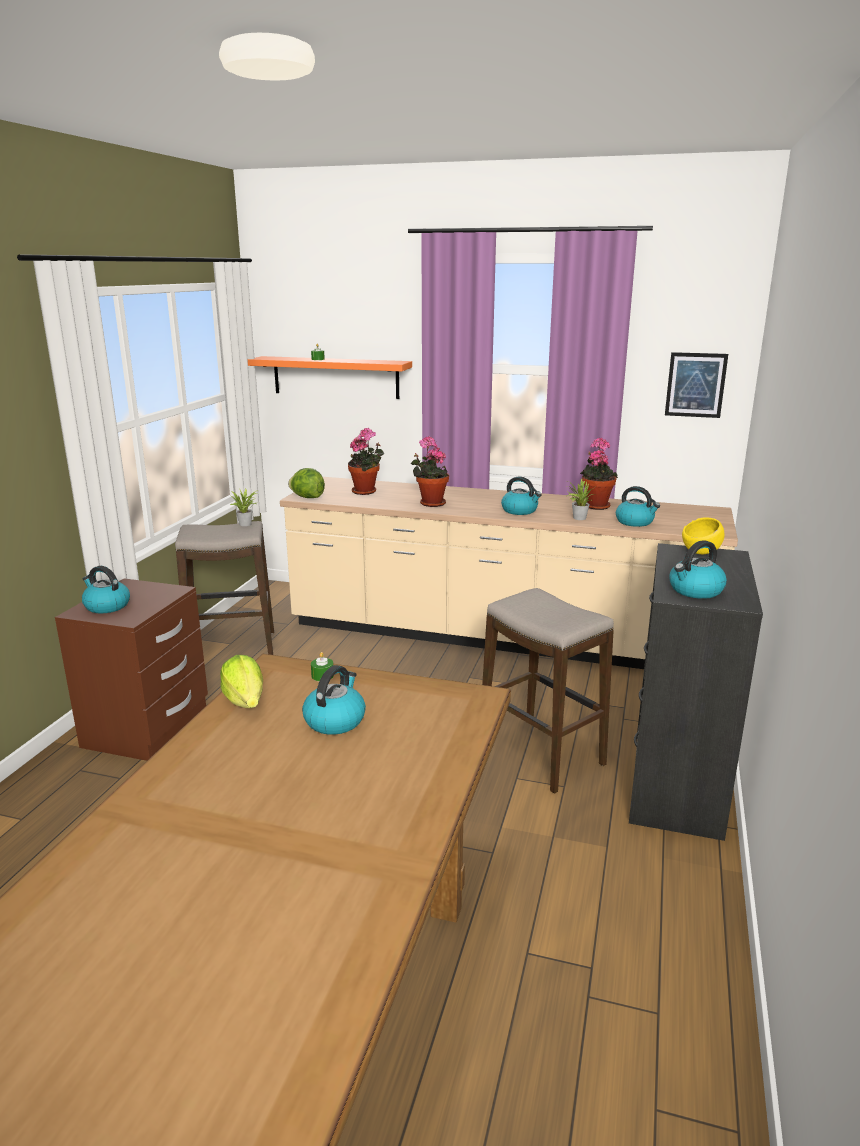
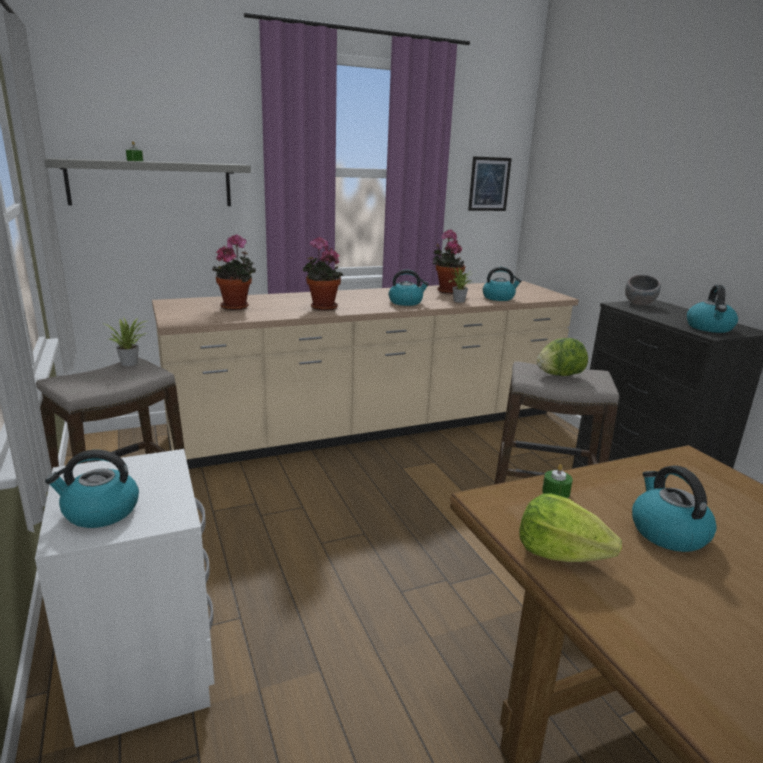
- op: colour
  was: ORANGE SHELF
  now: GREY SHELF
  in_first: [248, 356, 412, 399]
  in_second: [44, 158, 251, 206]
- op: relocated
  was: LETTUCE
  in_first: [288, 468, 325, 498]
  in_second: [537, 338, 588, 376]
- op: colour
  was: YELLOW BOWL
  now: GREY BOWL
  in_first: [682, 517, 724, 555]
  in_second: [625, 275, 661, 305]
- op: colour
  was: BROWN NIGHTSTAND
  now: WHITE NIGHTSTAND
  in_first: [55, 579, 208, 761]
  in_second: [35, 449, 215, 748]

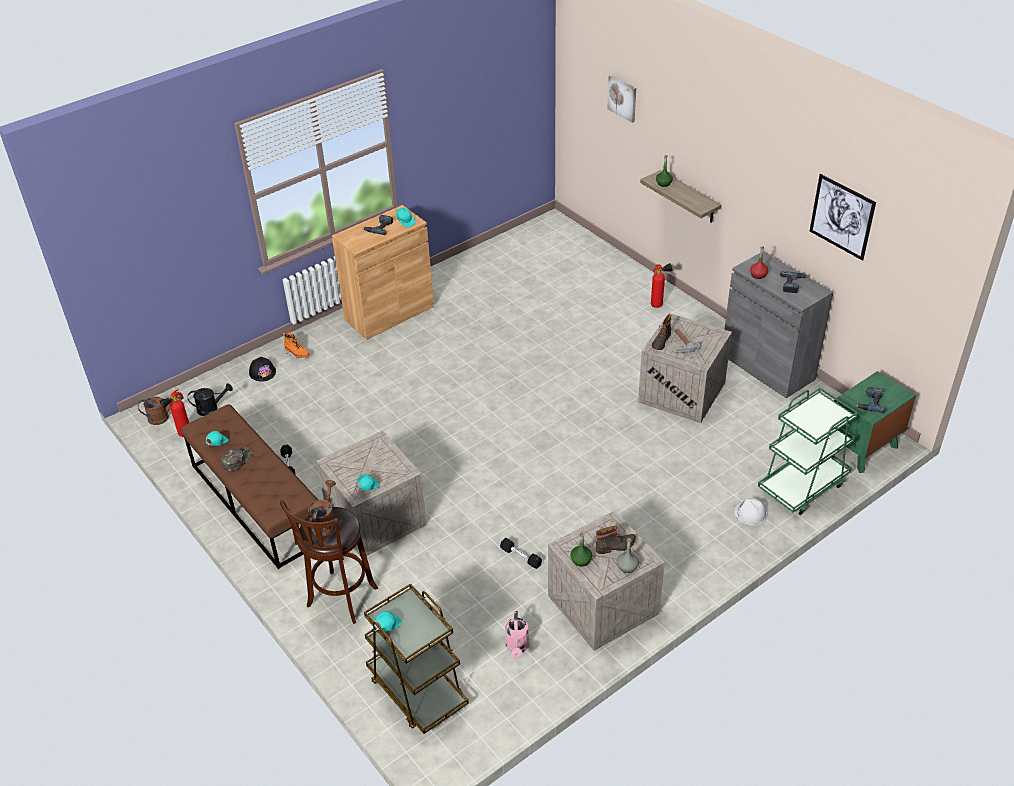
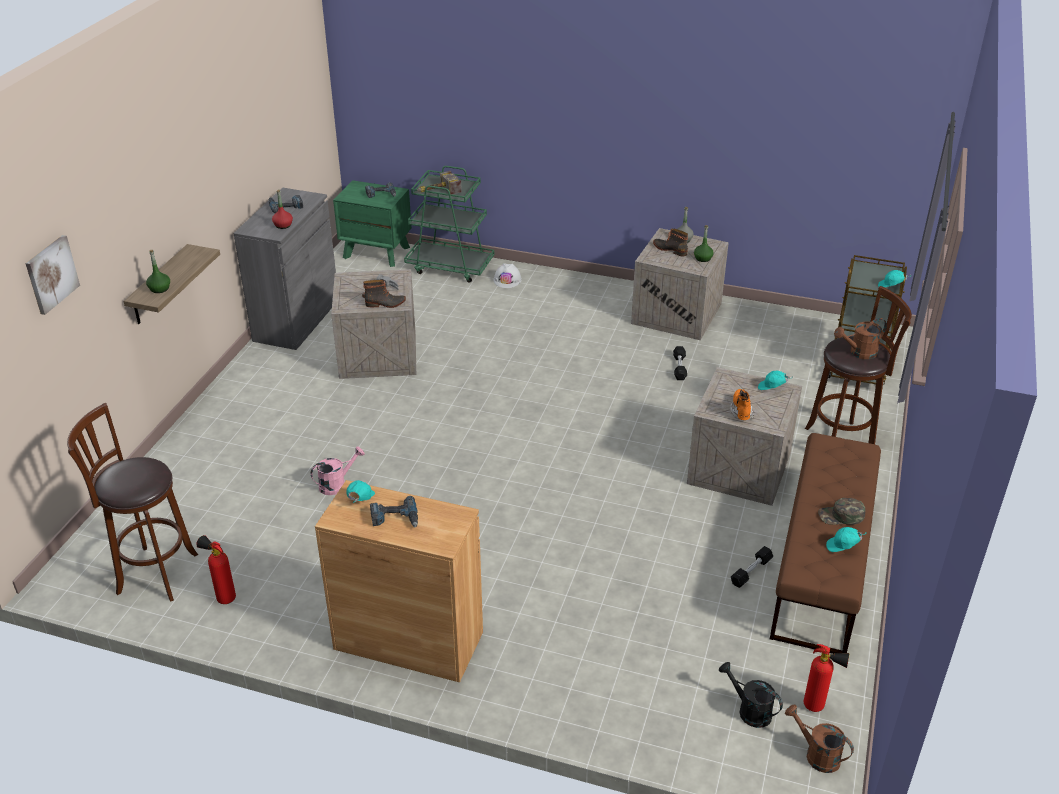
- op: missing
  was: PICTURE
  in_first: [810, 174, 876, 261]
- op: relocated
  was: FIRE EXTINGUISHER
  in_first: [651, 263, 673, 308]
  in_second: [196, 535, 236, 604]
- op: relocated
  was: ORANGE BOOT
  in_first: [283, 332, 310, 358]
  in_second: [730, 389, 754, 420]
- op: missing
  was: BLACK HARD HAT
  in_first: [249, 357, 276, 382]
- op: relocated
  was: PINK WATERING CAN
  in_first: [505, 611, 529, 658]
  in_second: [311, 446, 365, 495]
- op: appeared
  now: HAMMER
  in_second: [417, 171, 462, 194]
- op: appeared
  now: BROWN STOOL
  in_second: [67, 403, 198, 602]

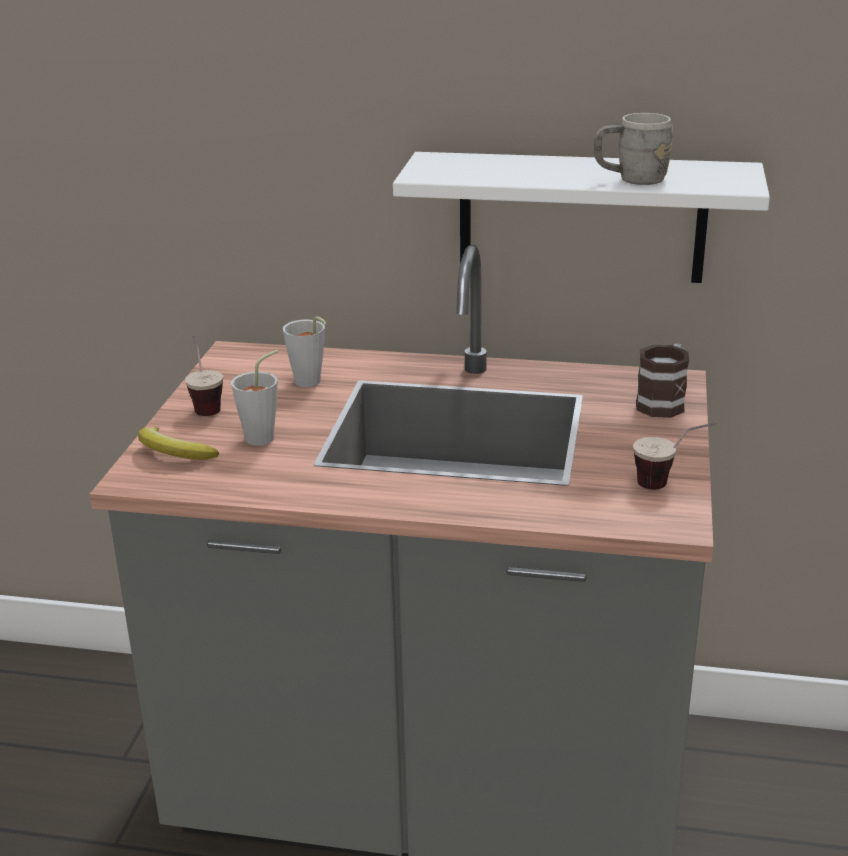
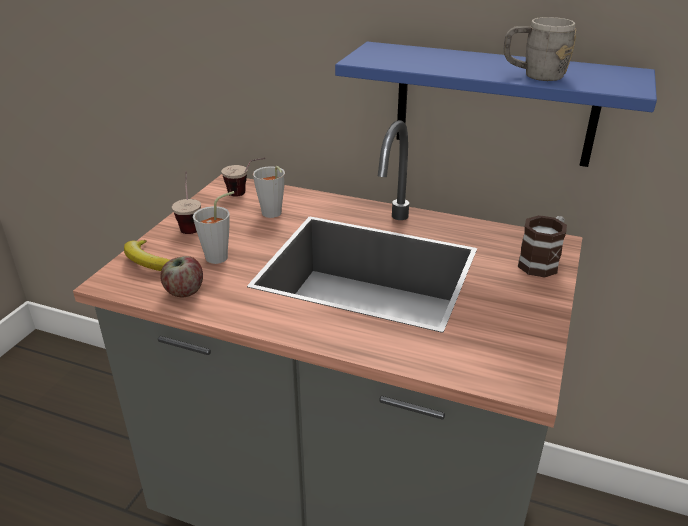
- op: colour
  was: WHITE SHELF
  now: BLUE SHELF
  in_first: [393, 152, 770, 283]
  in_second: [335, 42, 657, 167]
- op: relocated
  was: CUP
  in_first: [633, 422, 716, 490]
  in_second: [221, 158, 265, 197]
- op: appeared
  now: APPLE
  in_second: [160, 256, 203, 298]

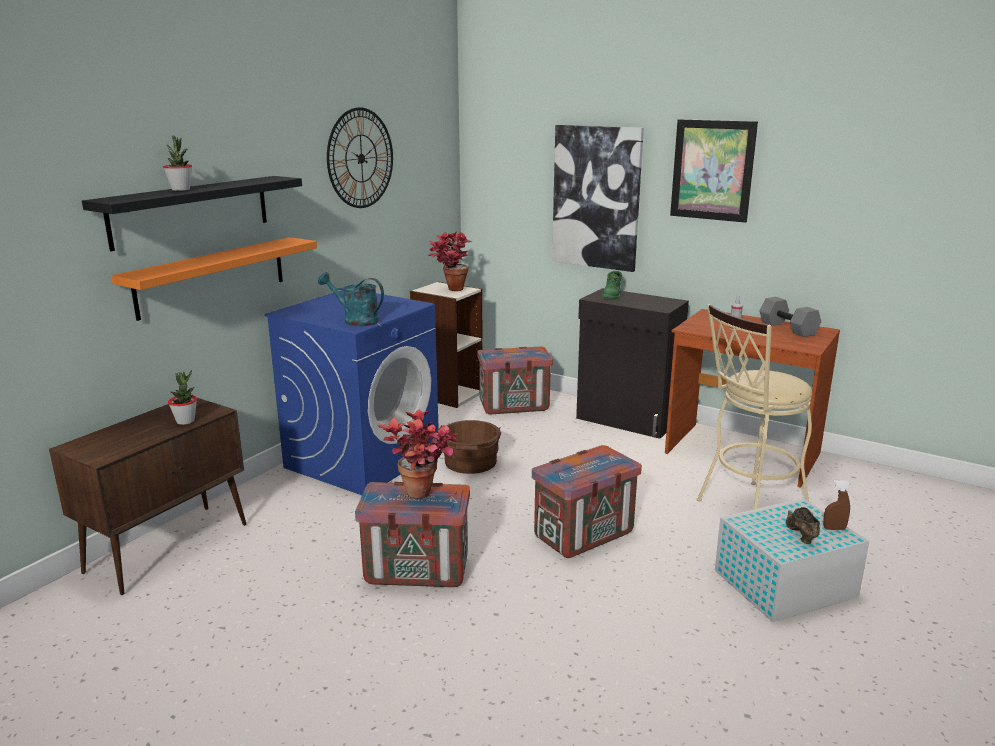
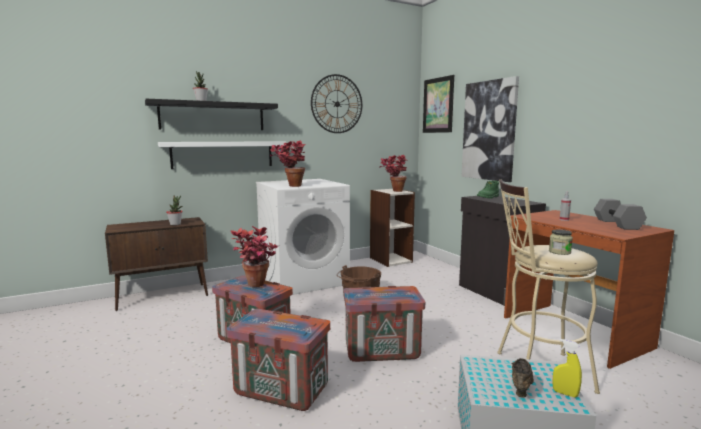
- op: relocated
  was: PICTURE
  in_first: [670, 119, 758, 223]
  in_second: [423, 75, 454, 133]
- op: colour
  was: ORANGE SHELF
  now: WHITE SHELF
  in_first: [111, 237, 317, 321]
  in_second: [158, 141, 286, 169]
- op: exchanged
  was: TURQUOISE WATERING CAN
  now: POTTED PLANT
  in_first: [318, 272, 384, 326]
  in_second: [270, 141, 305, 187]
- op: colour
  was: BLUE WASHING MACHINE
  now: WHITE WASHING MACHINE
  in_first: [264, 290, 439, 495]
  in_second: [256, 179, 350, 295]
- op: relocated
  was: CRATE
  in_first: [477, 347, 553, 414]
  in_second: [226, 309, 330, 411]
- op: colour
  was: BROWN SPRAY BOTTLE
  now: YELLOW SPRAY BOTTLE
  in_first: [823, 480, 850, 530]
  in_second: [553, 339, 582, 398]
- op: appeared
  now: JAR
  in_second: [549, 230, 573, 255]

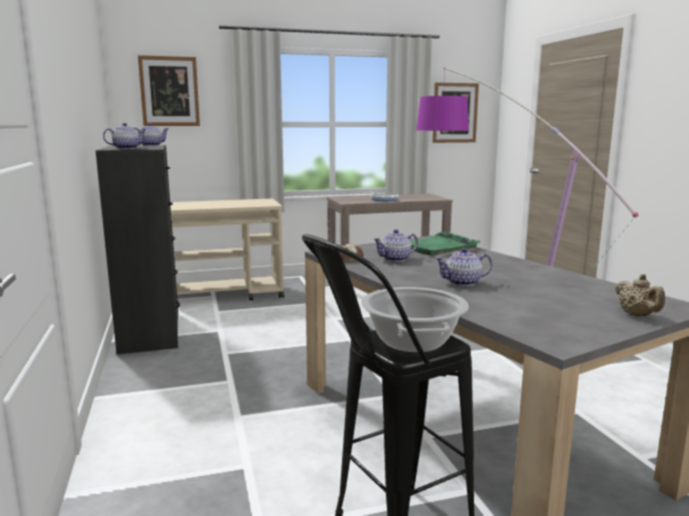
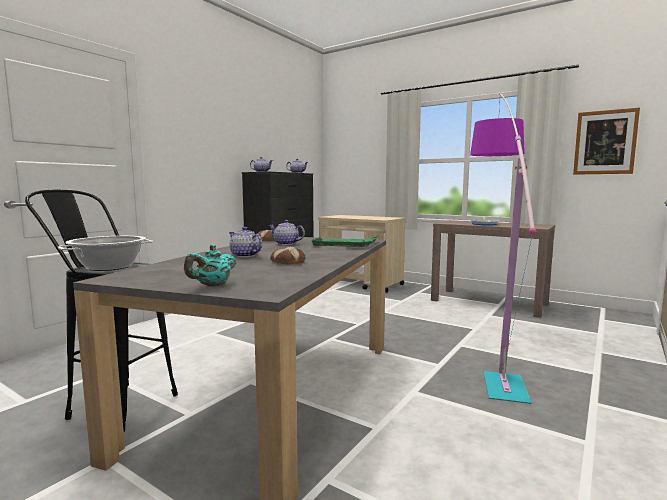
- op: missing
  was: PICTURE
  in_first: [138, 55, 200, 126]
- op: colour
  was: BEIGE TEAPOT
  now: TURQUOISE TEAPOT
  in_first: [615, 274, 665, 316]
  in_second: [184, 245, 236, 287]
- op: appeared
  now: BREAD
  in_second: [270, 246, 305, 264]

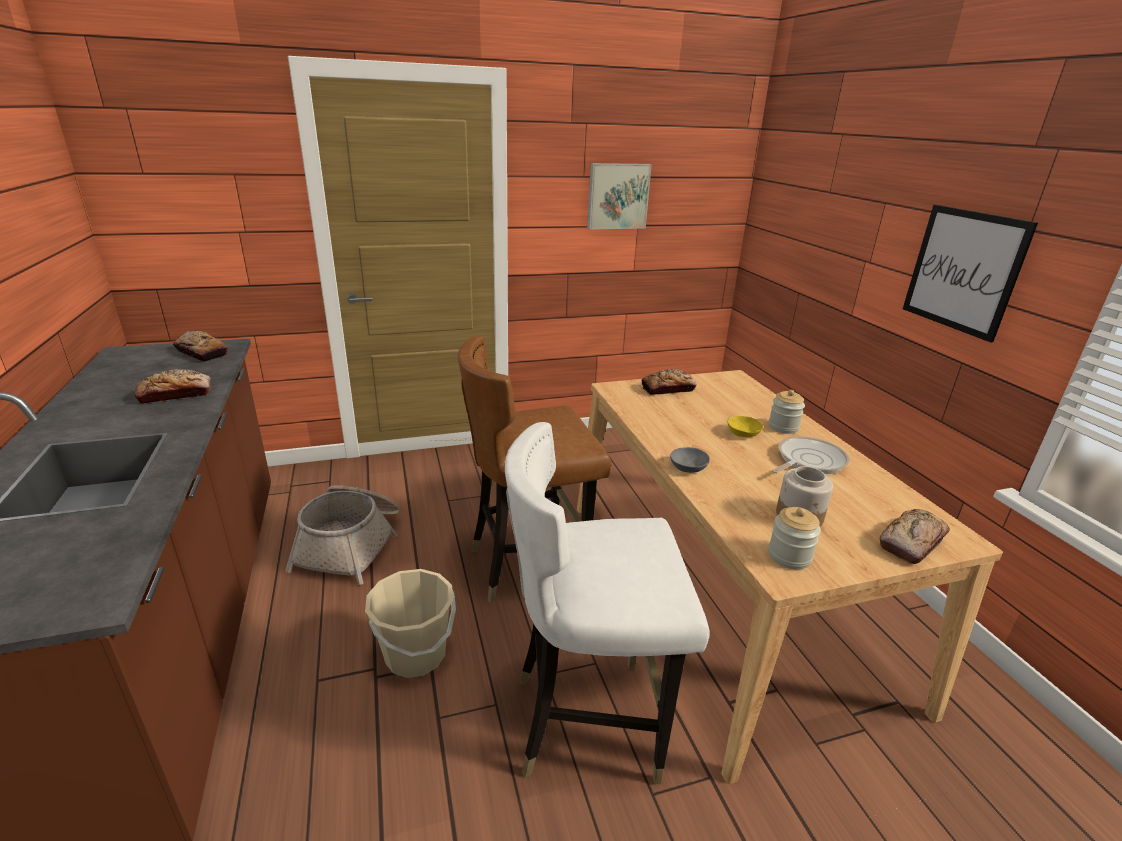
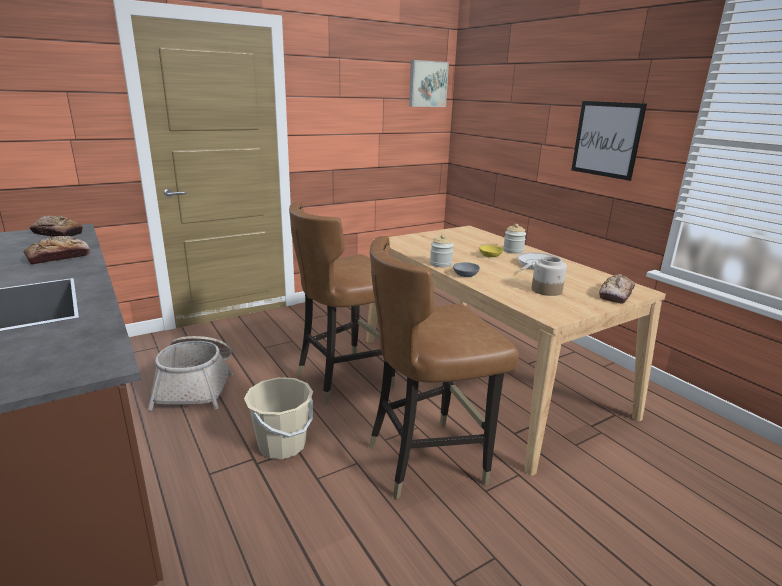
- op: relocated
  was: PICTURE
  in_first: [587, 163, 652, 229]
  in_second: [409, 60, 449, 107]
- op: missing
  was: BREAD
  in_first: [641, 369, 697, 395]
- op: colour
  was: WHITE CHAIR
  now: BROWN CHAIR
  in_first: [505, 422, 709, 784]
  in_second: [369, 236, 519, 500]
- op: relocated
  was: JAR
  in_first: [768, 507, 821, 569]
  in_second: [430, 234, 454, 267]

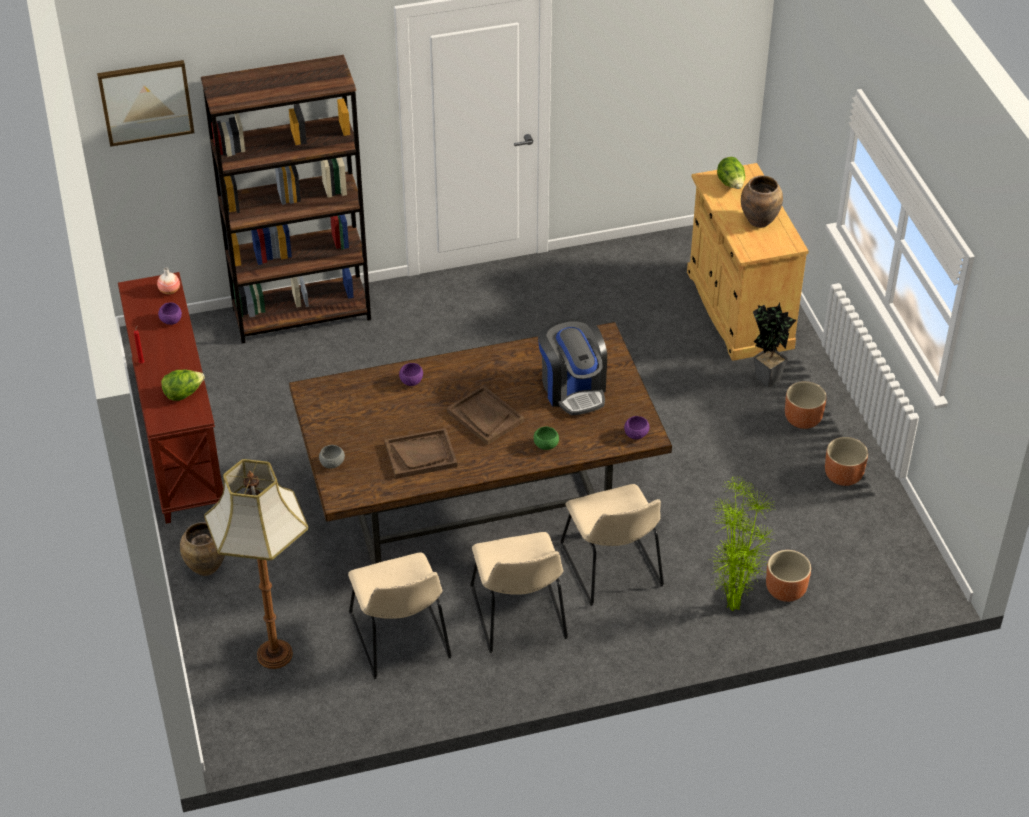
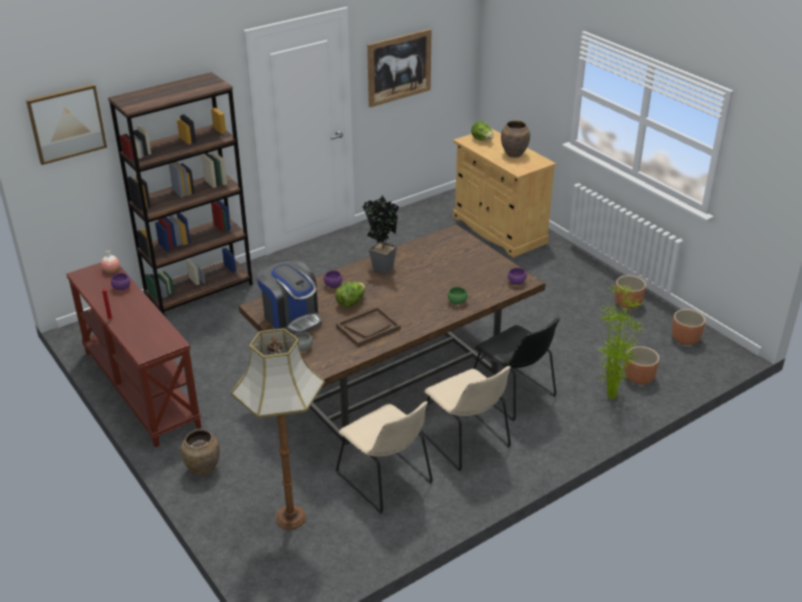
- op: relocated
  was: POTTED PLANT
  in_first: [753, 302, 796, 387]
  in_second: [362, 195, 399, 274]
- op: relocated
  was: COFFEE MACHINE
  in_first: [538, 319, 607, 415]
  in_second: [257, 259, 322, 335]
- op: relocated
  was: LETTUCE
  in_first: [161, 370, 205, 401]
  in_second: [335, 282, 365, 307]
- op: relocated
  was: BROWN PLANTER
  in_first: [785, 381, 827, 429]
  in_second: [672, 309, 705, 345]
- op: missing
  was: BROWN TRAY
  in_first: [447, 385, 524, 445]
- op: colour
  was: BEIGE CHAIR
  now: BLACK CHAIR
  in_first: [560, 484, 664, 606]
  in_second: [473, 317, 560, 421]
- op: appeared
  now: PICTURE
  in_second: [367, 29, 432, 107]

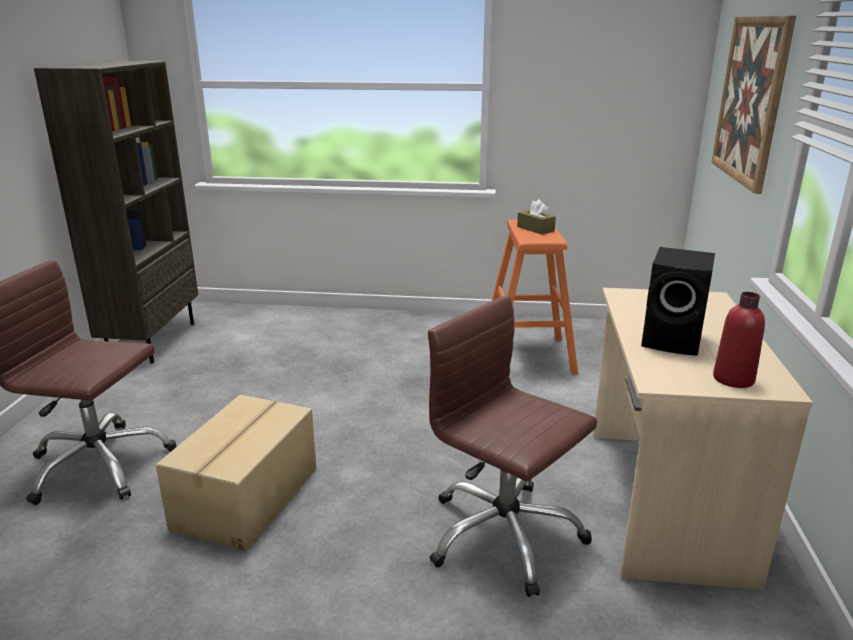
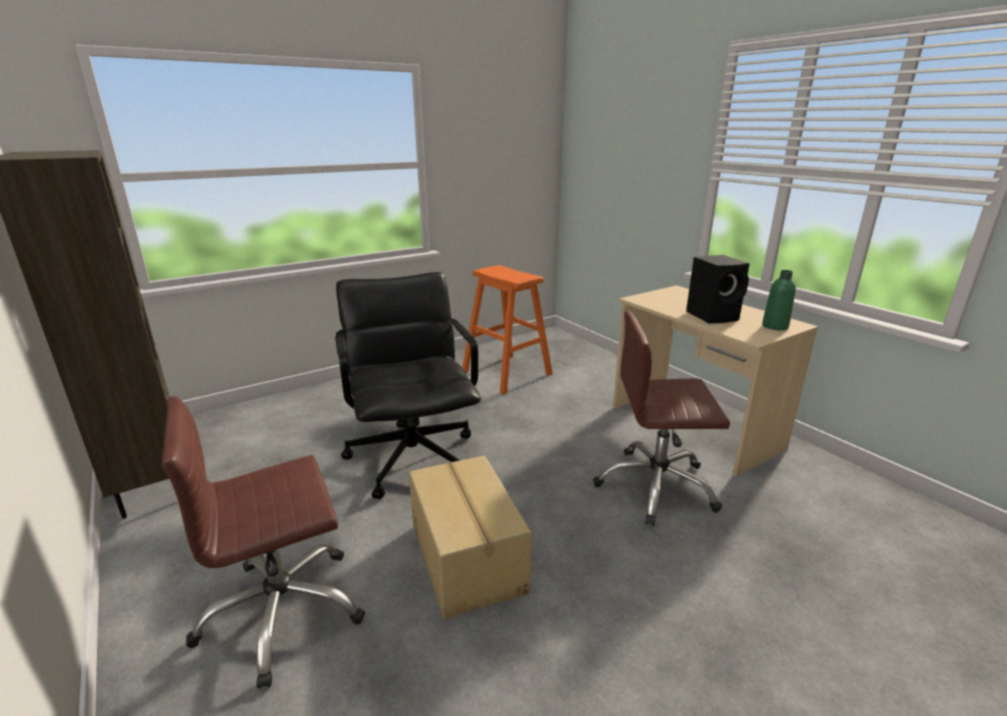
- op: missing
  was: PICTURE
  in_first: [711, 16, 796, 194]
- op: missing
  was: BROWN TISSUE BOX
  in_first: [517, 199, 556, 235]
- op: colour
  was: RED BOTTLE
  now: GREEN BOTTLE
  in_first: [713, 292, 765, 388]
  in_second: [762, 270, 796, 330]
- op: appeared
  now: BLACK OFFICE CHAIR
  in_second: [335, 272, 481, 499]

